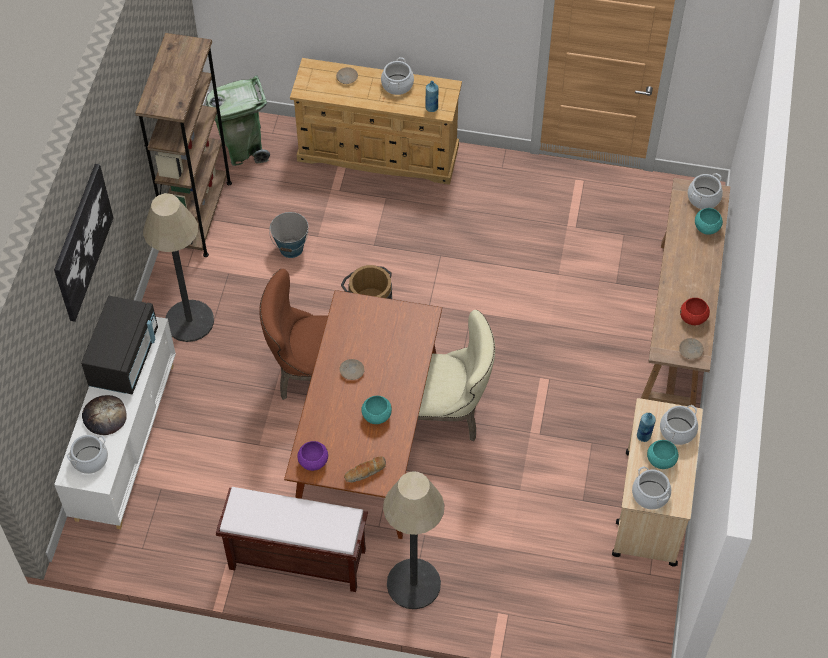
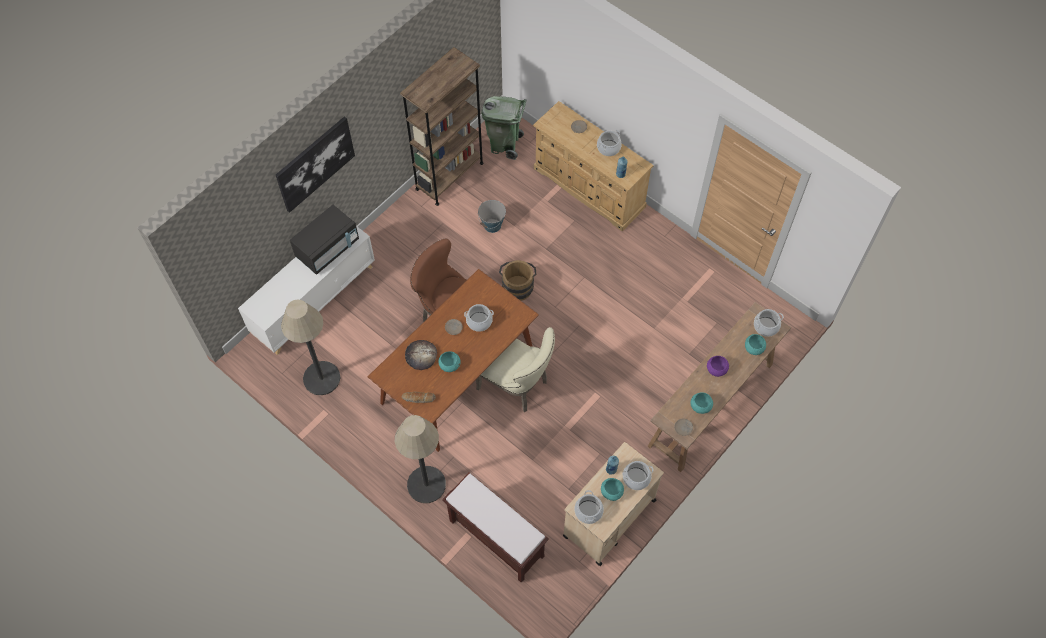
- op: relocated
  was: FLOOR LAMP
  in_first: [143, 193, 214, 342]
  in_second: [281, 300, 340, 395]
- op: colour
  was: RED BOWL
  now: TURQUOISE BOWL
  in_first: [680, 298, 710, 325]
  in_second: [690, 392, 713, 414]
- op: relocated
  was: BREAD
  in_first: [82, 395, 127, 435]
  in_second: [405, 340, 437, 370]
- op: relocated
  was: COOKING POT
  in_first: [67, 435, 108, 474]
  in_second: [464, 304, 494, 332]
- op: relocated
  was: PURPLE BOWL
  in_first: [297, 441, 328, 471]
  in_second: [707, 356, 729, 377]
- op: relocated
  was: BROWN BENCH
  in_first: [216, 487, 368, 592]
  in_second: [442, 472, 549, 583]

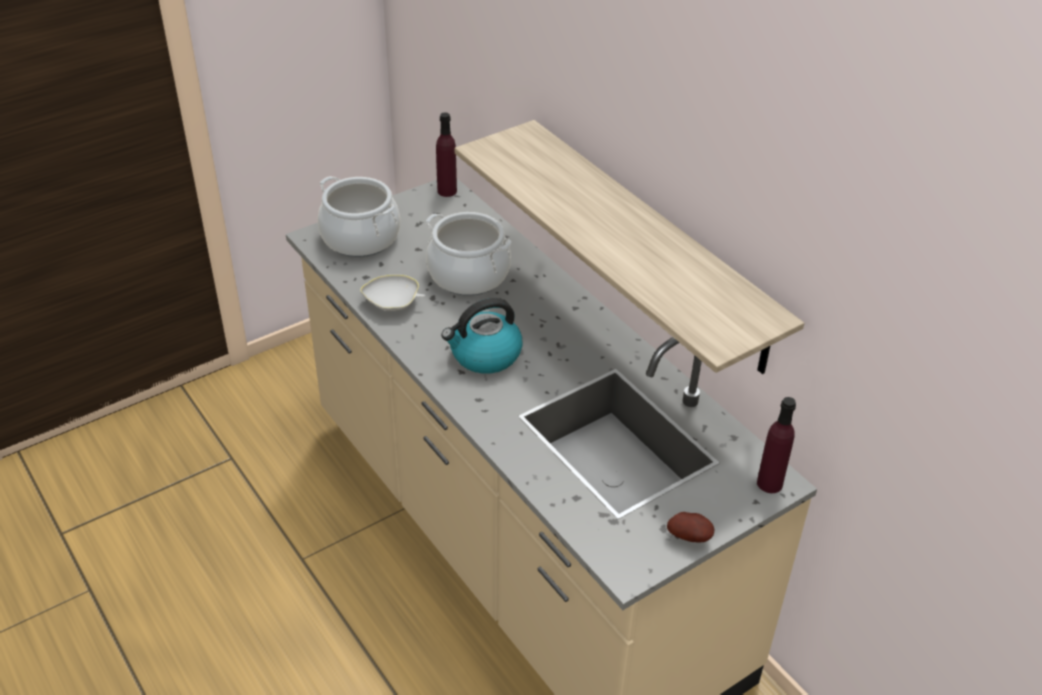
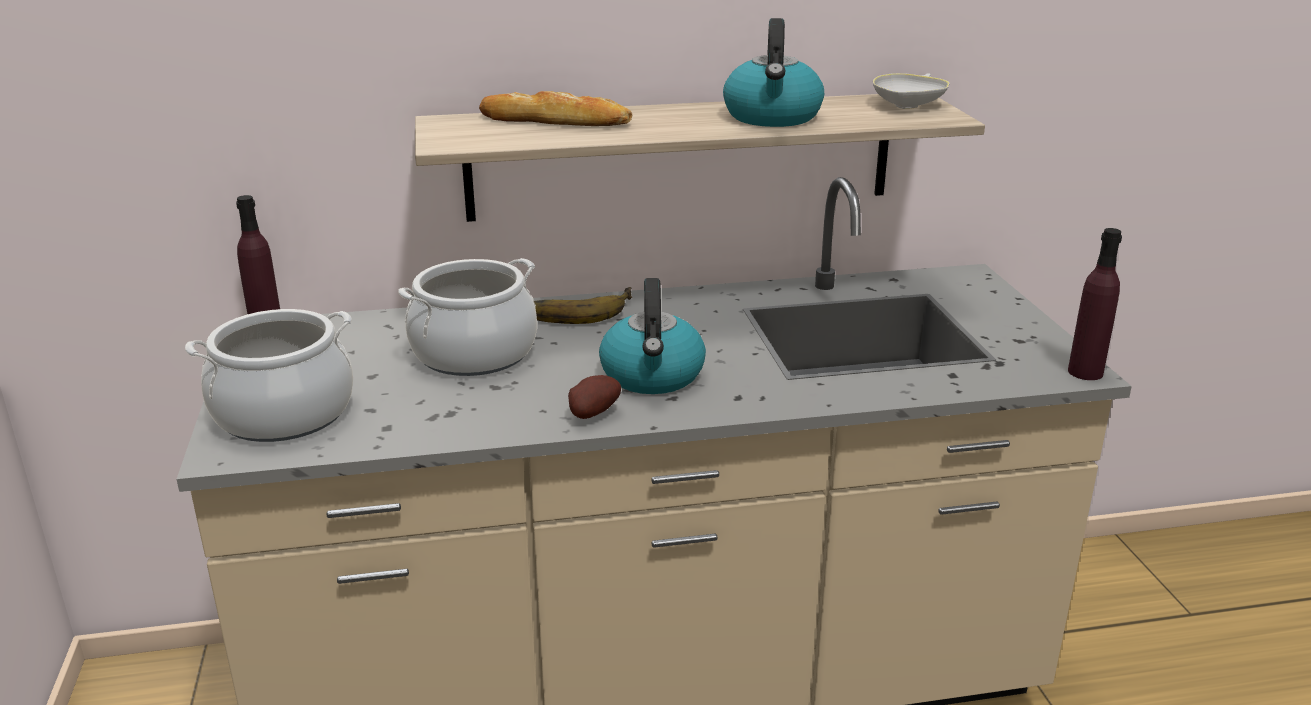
- op: relocated
  was: WHITE BOWL
  in_first: [360, 275, 425, 311]
  in_second: [873, 73, 949, 109]
- op: relocated
  was: PURPLE BOTTLE
  in_first: [757, 397, 796, 493]
  in_second: [1068, 228, 1122, 380]
- op: relocated
  was: POTATO
  in_first: [667, 512, 714, 542]
  in_second: [568, 375, 621, 419]
- op: appeared
  now: KETTLE
  in_second: [723, 18, 824, 127]
- op: appeared
  now: BREAD
  in_second: [479, 91, 632, 126]
- op: appeared
  now: BANANA
  in_second: [534, 287, 632, 324]

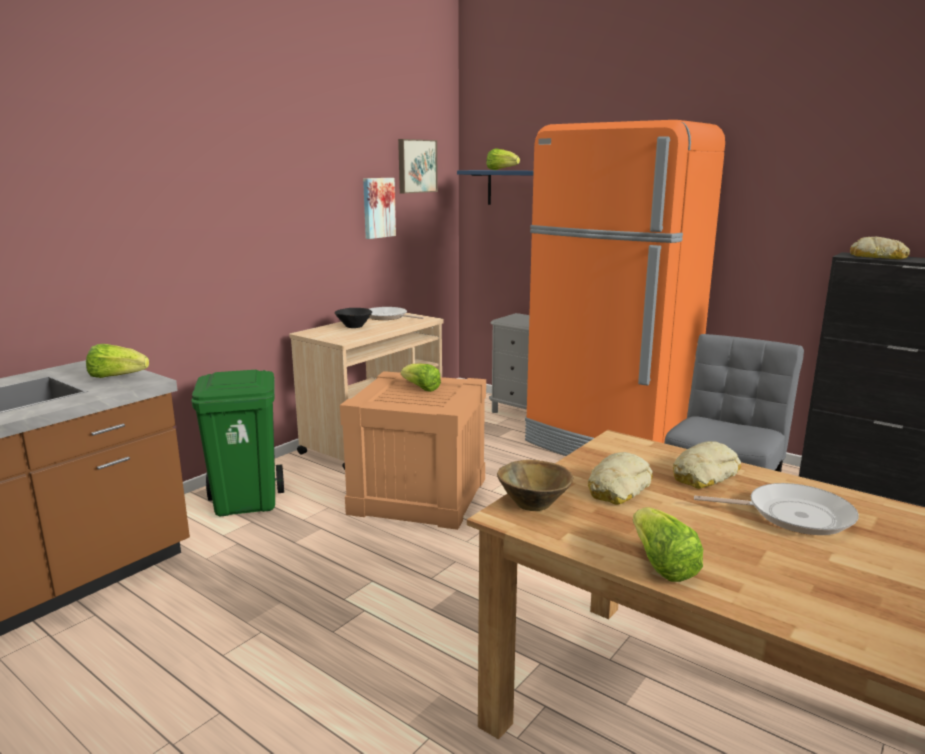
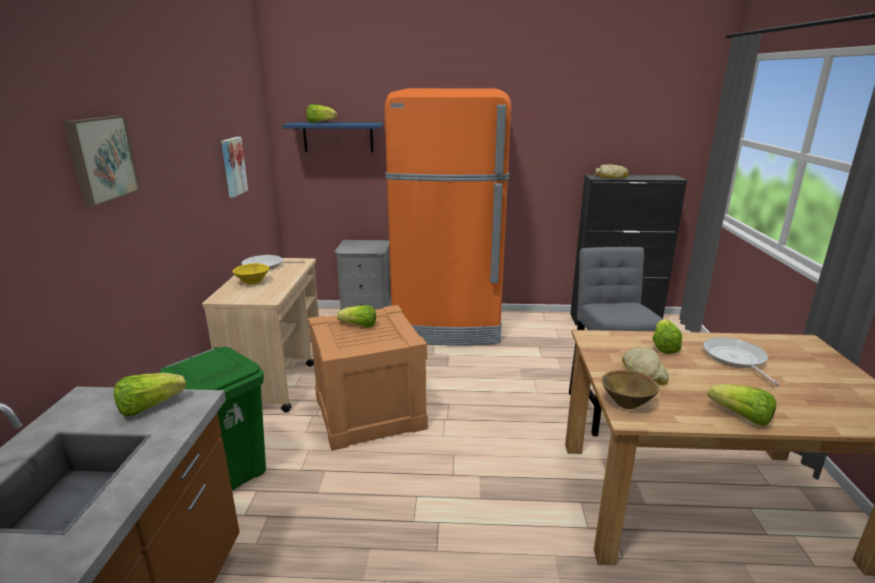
- op: relocated
  was: PICTURE
  in_first: [398, 139, 438, 194]
  in_second: [63, 115, 140, 207]
- op: colour
  was: BLACK BOWL
  now: YELLOW BOWL
  in_first: [334, 308, 372, 328]
  in_second: [233, 263, 269, 285]
- op: exchanged
  was: BREAD
  now: LETTUCE
  in_first: [673, 441, 741, 489]
  in_second: [652, 319, 682, 354]
- op: spun
  was: FRYING PAN
  in_first: [694, 483, 859, 535]
  in_second: [703, 337, 780, 386]
  clockwise: -75

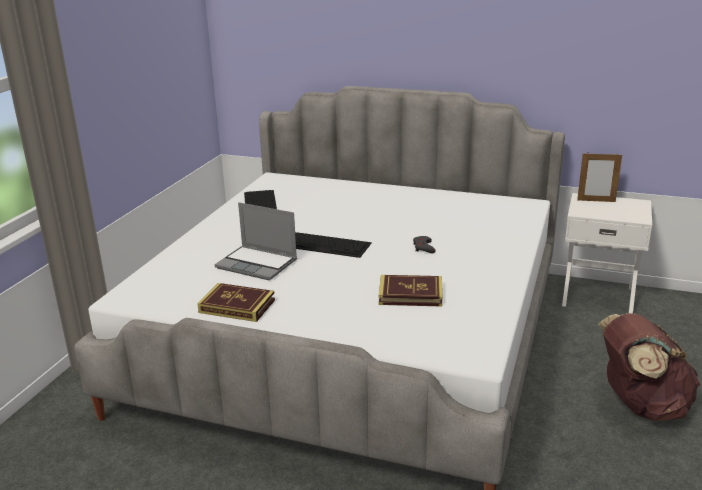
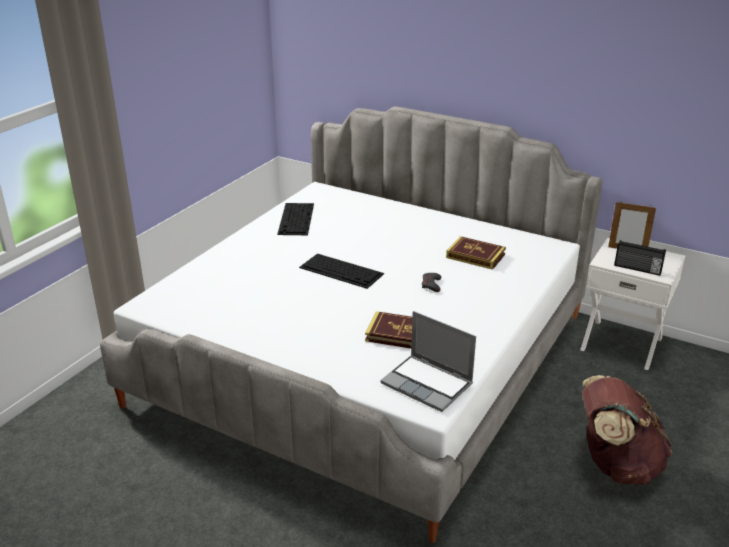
- op: relocated
  was: LAPTOP
  in_first: [215, 202, 297, 281]
  in_second: [380, 311, 476, 412]
- op: relocated
  was: BOOK
  in_first: [197, 283, 275, 322]
  in_second: [446, 236, 506, 270]
- op: appeared
  now: RADIO
  in_second: [614, 240, 666, 276]

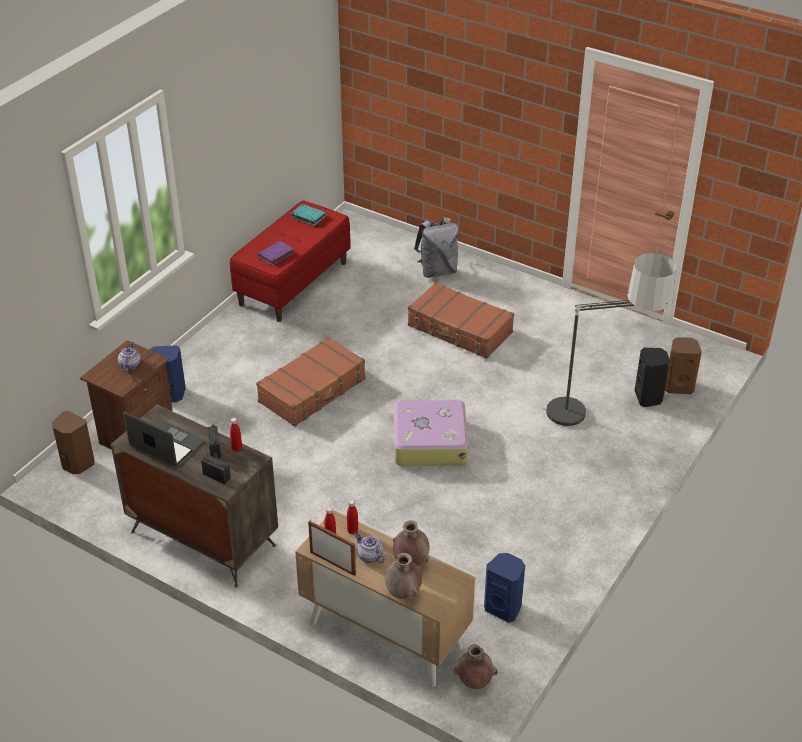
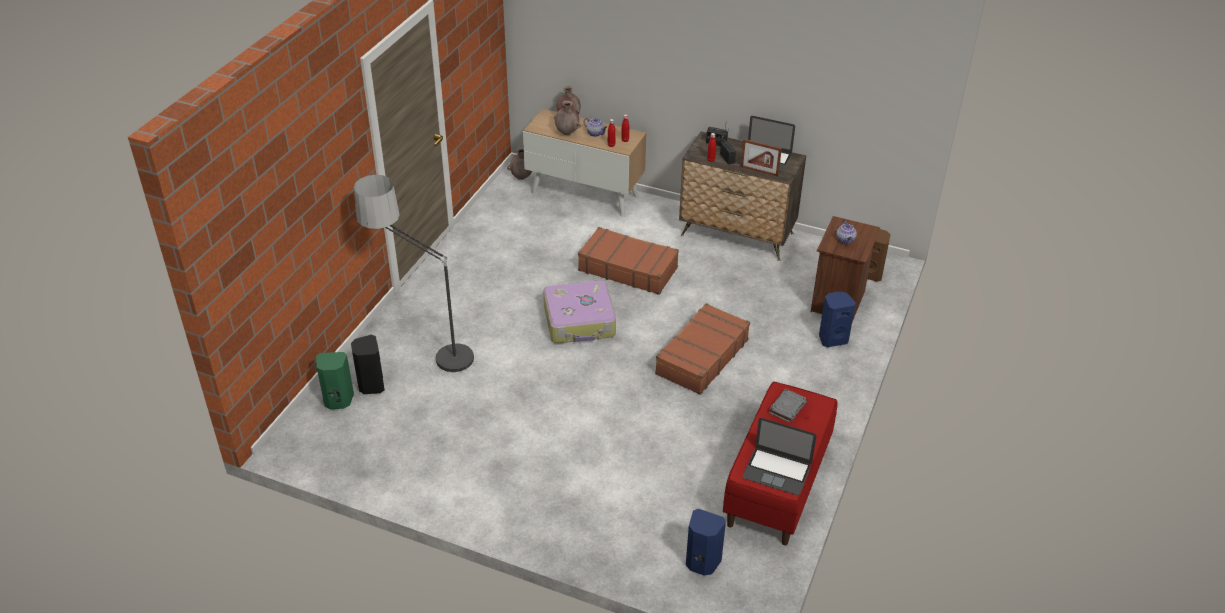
- op: exchanged
  was: TURQUOISE BOOK
  now: LAPTOP
  in_first: [291, 204, 326, 226]
  in_second: [743, 418, 816, 495]
- op: missing
  was: GREY BACKPACK
  in_first: [414, 217, 459, 278]
- op: colour
  was: PURPLE BOOK
  now: GREY BOOK
  in_first: [258, 241, 294, 266]
  in_second: [769, 389, 807, 423]
- op: relocated
  was: BROWN SUITCASE
  in_first: [408, 282, 514, 359]
  in_second: [578, 227, 679, 295]
- op: colour
  was: BROWN SPEAKER
  now: GREEN SPEAKER
  in_first: [665, 337, 702, 394]
  in_second: [316, 352, 354, 409]
- op: relocated
  was: PICTURE FRAME
  in_first: [308, 521, 356, 576]
  in_second: [740, 139, 782, 177]
- op: relocated
  was: BLUE SPEAKER
  in_first: [484, 553, 525, 623]
  in_second: [686, 509, 726, 576]

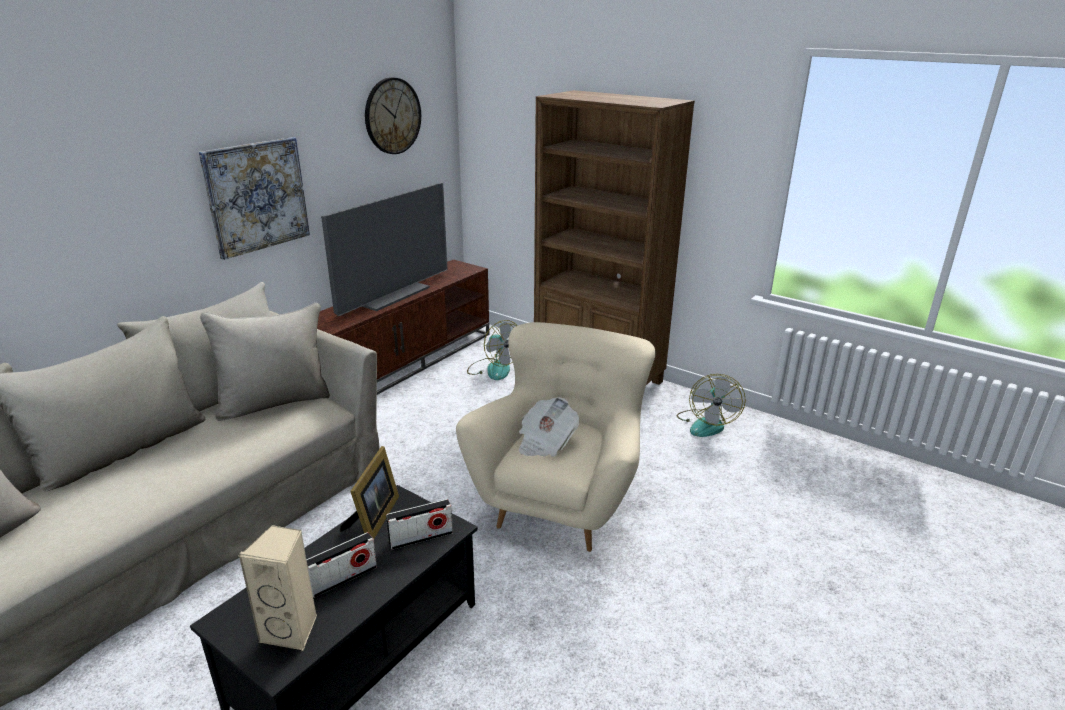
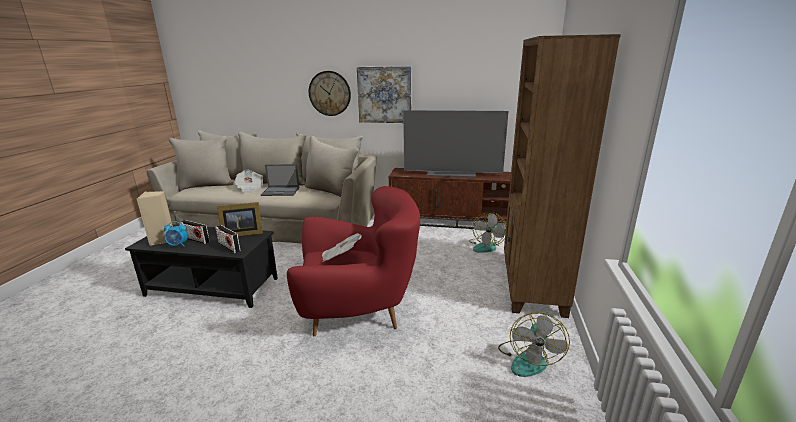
- op: relocated
  was: WALL CLOCK
  in_first: [365, 77, 421, 154]
  in_second: [309, 71, 351, 116]
- op: colour
  was: BEIGE ARMCHAIR
  now: RED ARMCHAIR
  in_first: [456, 322, 656, 552]
  in_second: [287, 186, 420, 336]
- op: spun
  was: FAN
  in_first: [677, 374, 746, 437]
  in_second: [498, 313, 570, 377]
  clockwise: -60
- op: appeared
  now: LAPTOP
  in_second: [261, 164, 300, 196]
- op: appeared
  now: NEWSPAPER
  in_second: [234, 170, 263, 194]
- op: appeared
  now: ALARM CLOCK
  in_second: [164, 221, 188, 247]

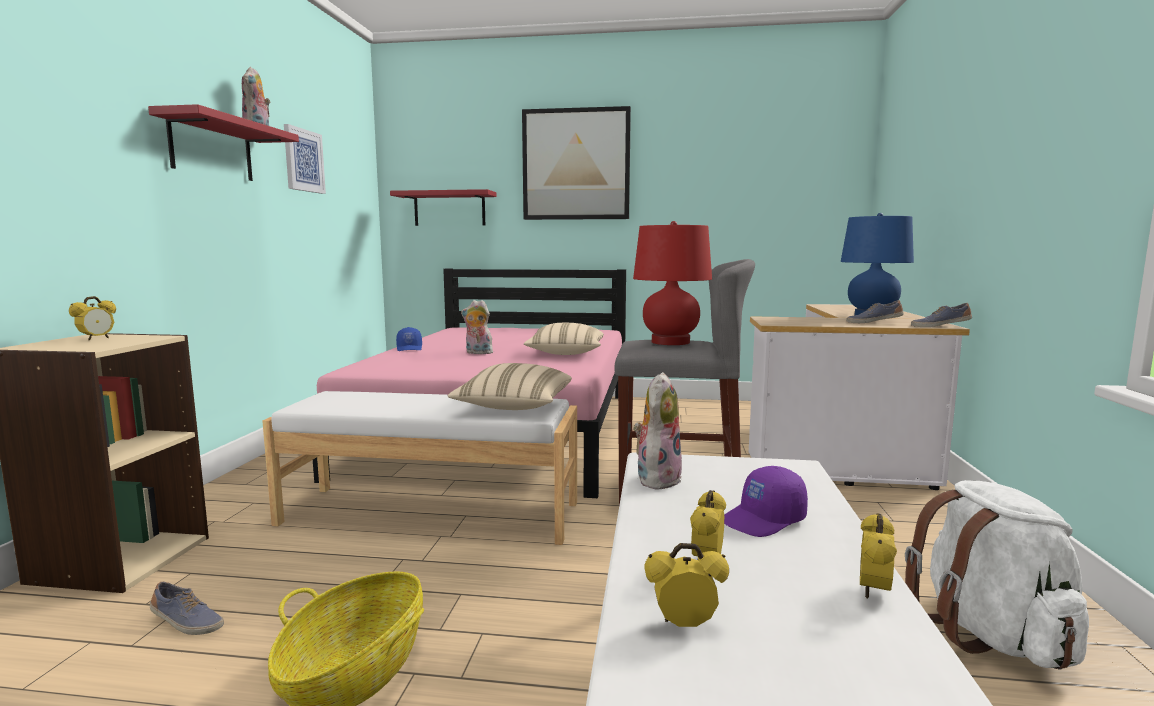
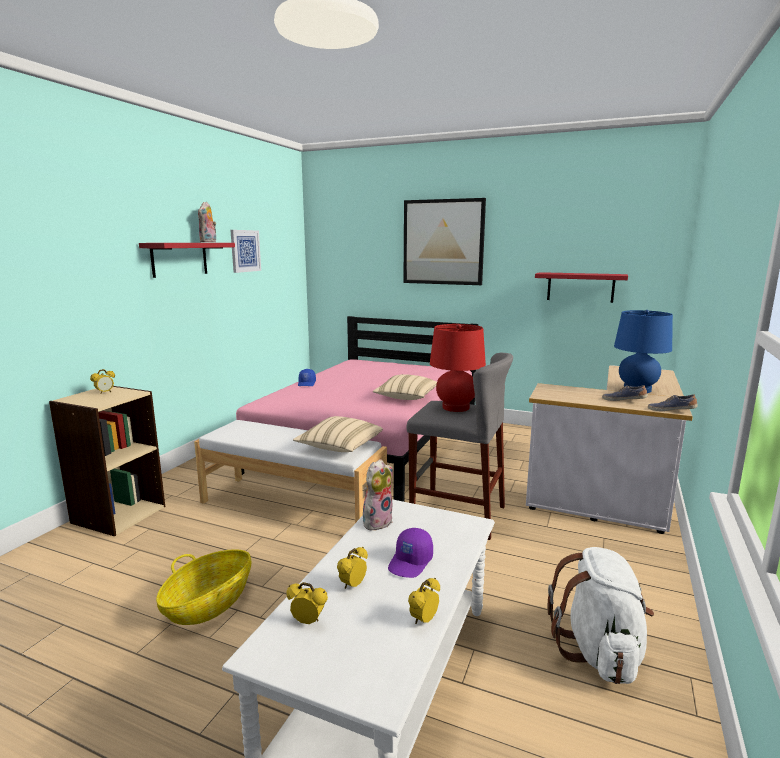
- op: relocated
  was: RED SHELF
  in_first: [390, 189, 497, 226]
  in_second: [535, 272, 628, 303]
- op: missing
  was: PLUSH TOY
  in_first: [461, 300, 493, 354]
- op: spun
  was: PURPLE CAP
  in_first: [724, 466, 808, 537]
  in_second: [388, 528, 433, 578]
  clockwise: -45
- op: missing
  was: SHOE
  in_first: [150, 582, 224, 635]

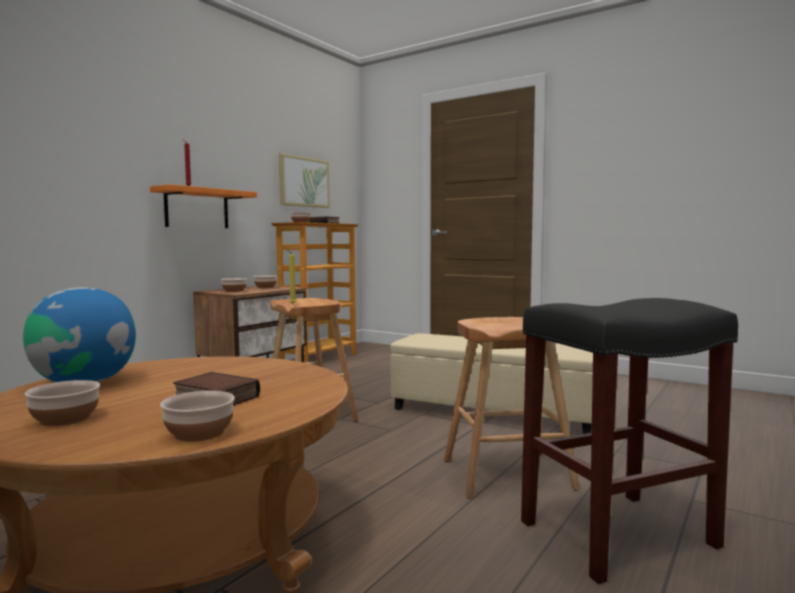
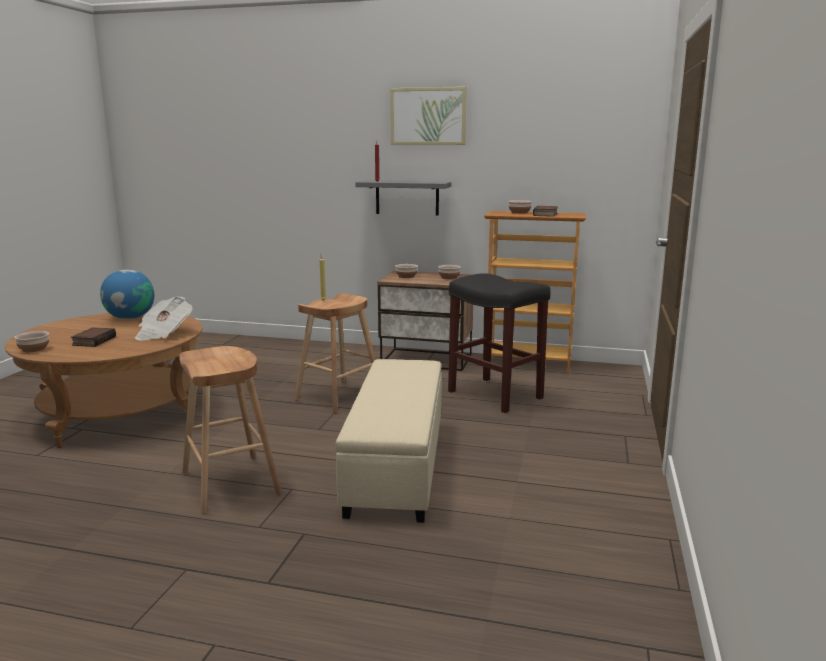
- op: relocated
  was: PICTURE
  in_first: [279, 153, 330, 208]
  in_second: [390, 87, 467, 145]
- op: colour
  was: ORANGE SHELF
  now: GREY SHELF
  in_first: [150, 184, 257, 228]
  in_second: [355, 180, 451, 216]
- op: relocated
  was: BLACK STOOL
  in_first: [521, 298, 738, 584]
  in_second: [448, 273, 550, 413]
- op: missing
  was: BOWL
  in_first: [25, 380, 100, 426]
- op: appeared
  now: NEWSPAPER
  in_second: [135, 296, 192, 341]

